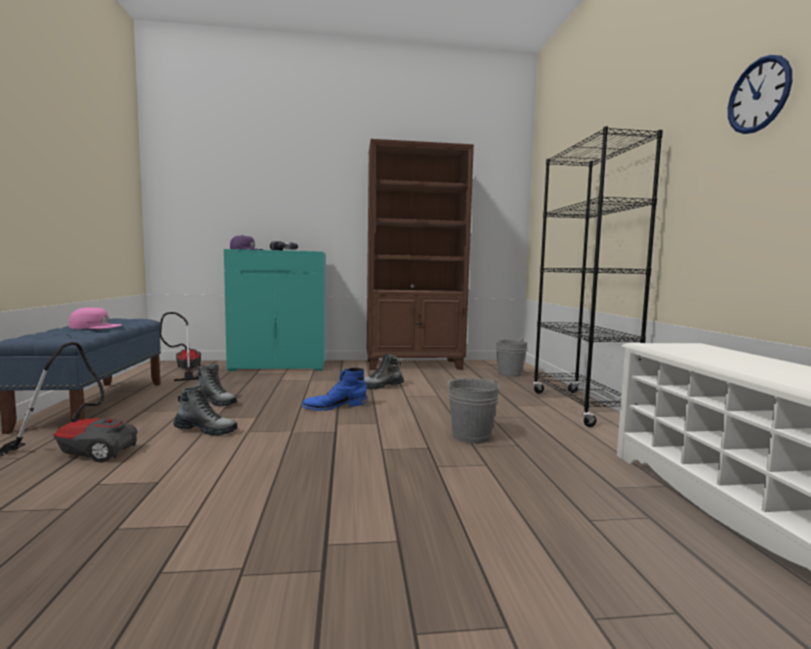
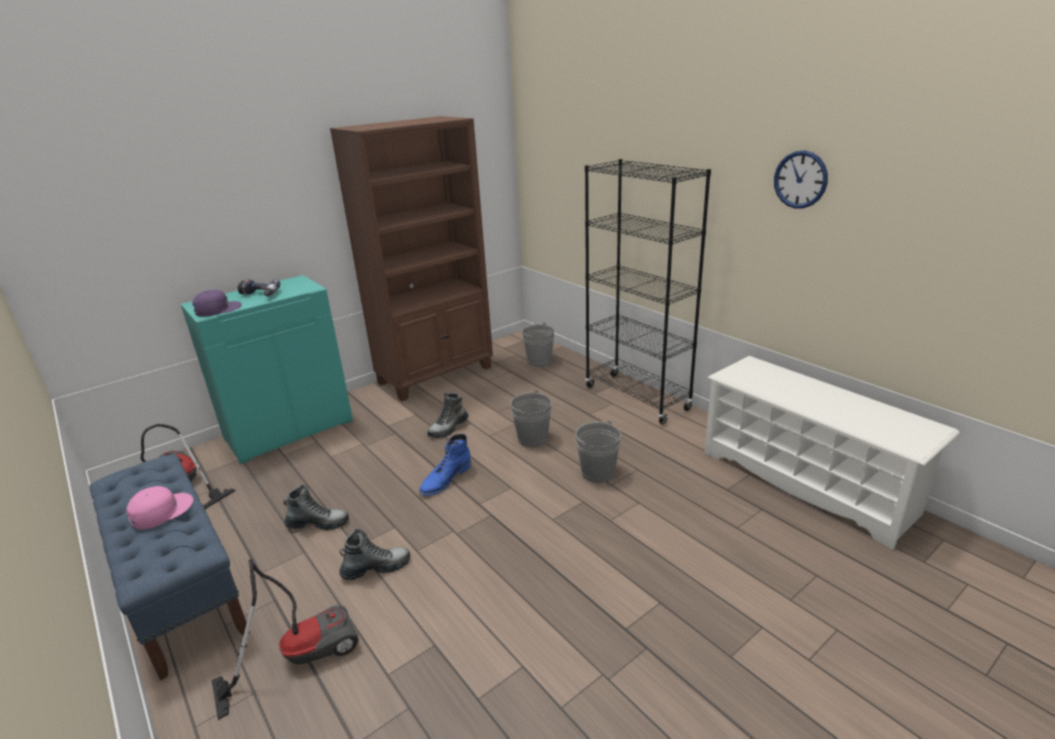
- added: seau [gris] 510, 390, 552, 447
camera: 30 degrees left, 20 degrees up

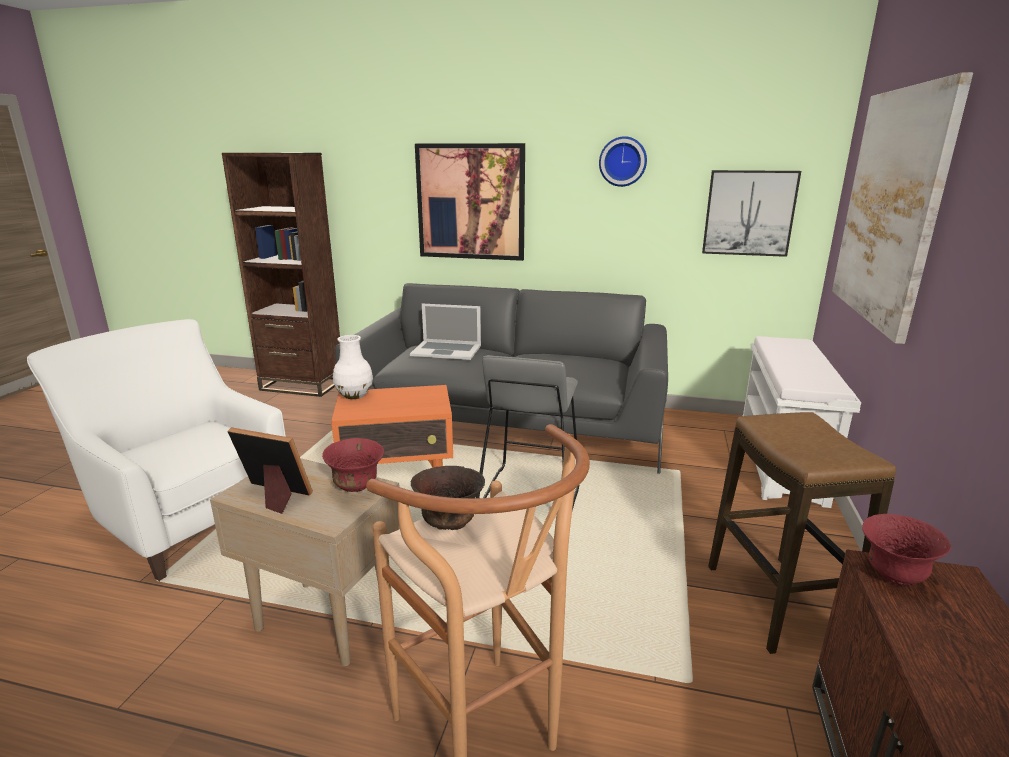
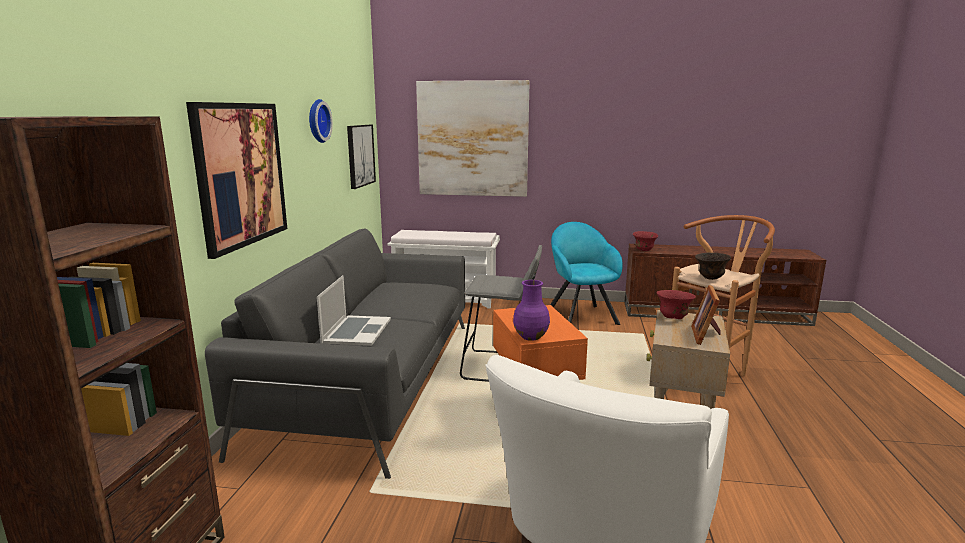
- recoloured: vase [blanc] 333, 335, 373, 399 to vase [violet] 513, 280, 550, 341
- replaced: tabouret 708, 412, 896, 654 to fauteuil [turquoise] 550, 222, 623, 325
camera: 95 degrees left, 5 degrees down

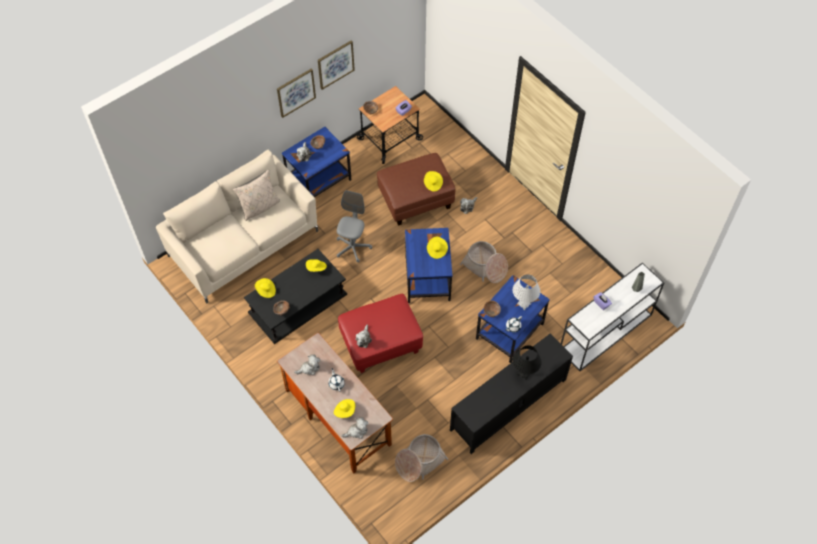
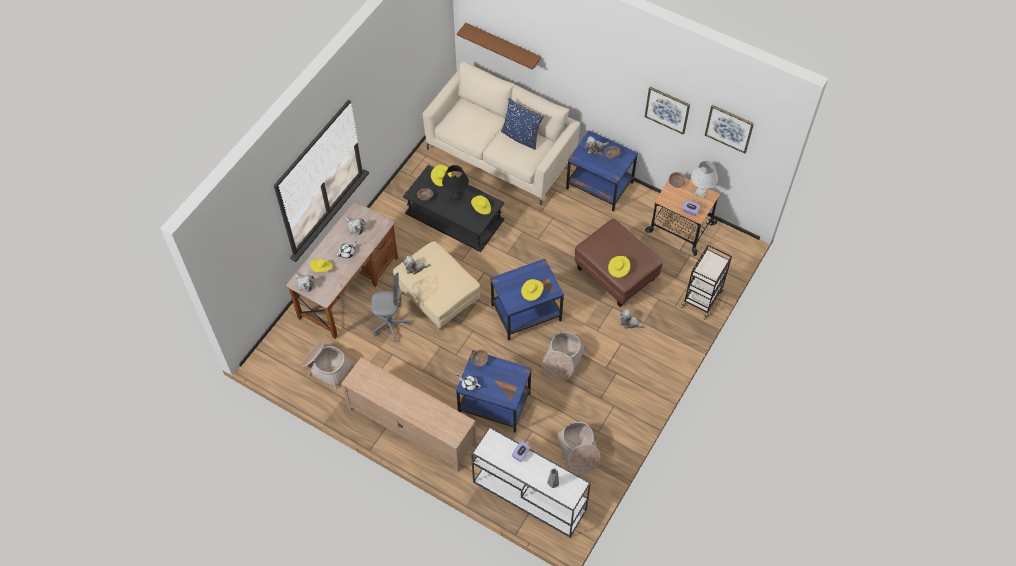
- recoloured: coussin [beige] 233, 169, 280, 221 to coussin [bleu] 501, 98, 544, 150
- moved: tableau 277, 69, 316, 118 to 705, 105, 754, 153
- moved: chaise de bureau [gris] 337, 190, 372, 263 to 371, 273, 412, 342
- recoloured: pouf [rouge] 338, 294, 423, 373 to pouf [beige] 393, 241, 481, 330
- recoloured: meuble télé [noir] 450, 334, 573, 454 to meuble télé [beige] 341, 357, 477, 472
- moved: lampe de table [noir] 512, 345, 542, 380 to 442, 165, 469, 201
- moved: lampe de table [blanc] 513, 274, 540, 310 to 691, 161, 718, 198
- added: étagère [marron] 457, 23, 541, 70
- added: panier 555, 422, 601, 474
- added: chariot [noir] 681, 245, 732, 319
camera: 70 degrees right, 0 degrees up

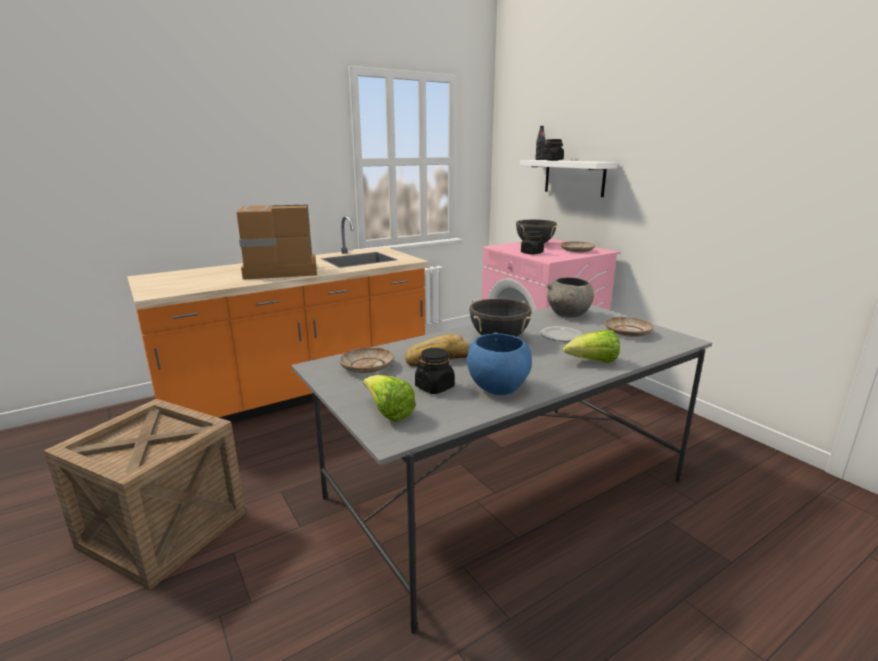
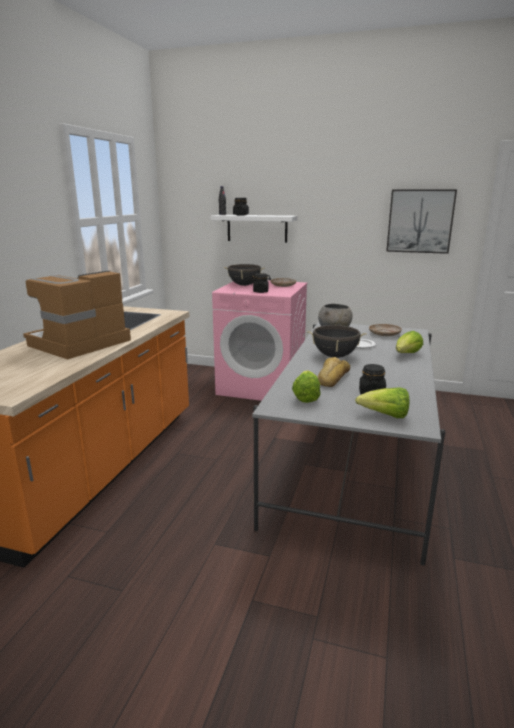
- removed: caisse 44, 399, 246, 590
- replaced: assiette [beige] 339, 347, 394, 373 to laitue 292, 370, 321, 403
- removed: bol [bleu] 467, 332, 532, 395
- added: tableau 386, 190, 457, 254
camera: 40 degrees left, 0 degrees up

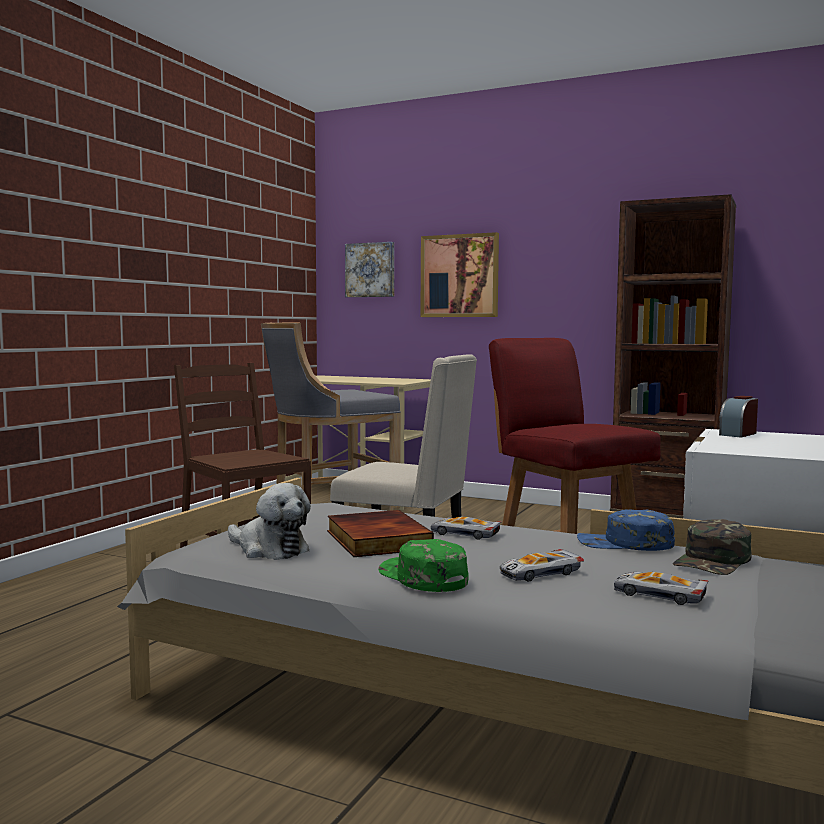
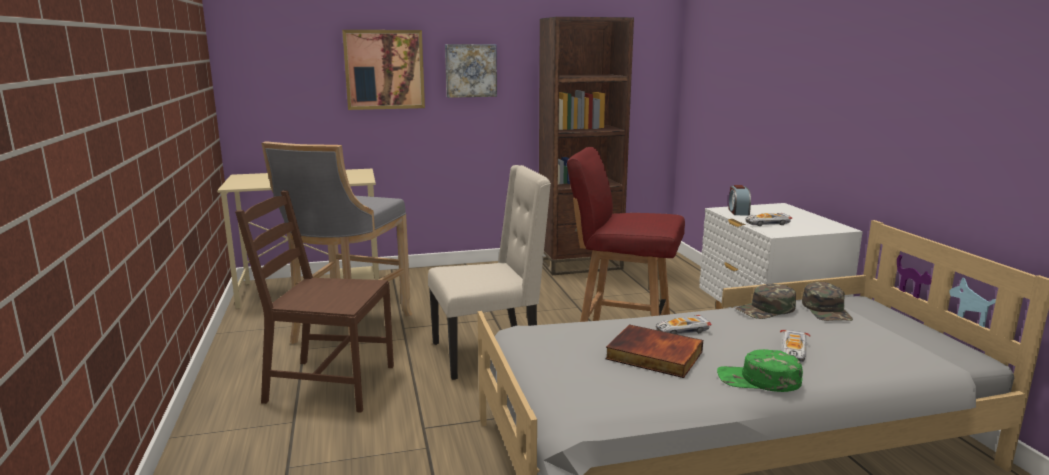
- removed: peluche 228, 483, 311, 560
- moved: tableau 345, 242, 394, 297 to 445, 44, 497, 98
- recoloured: casquette [bleu] 577, 509, 675, 551 to casquette [vert] 736, 284, 796, 319
- moved: petite voiture 614, 572, 709, 605 to 745, 213, 792, 226
camera: 40 degrees left, 10 degrees up

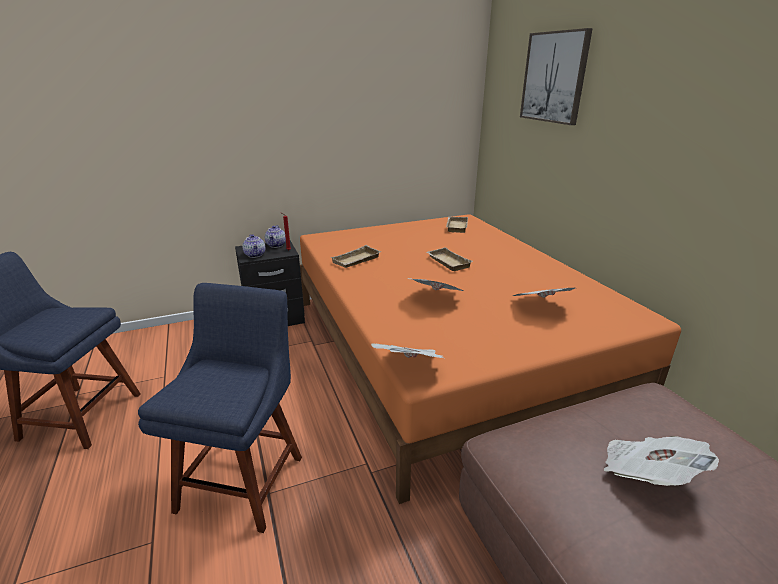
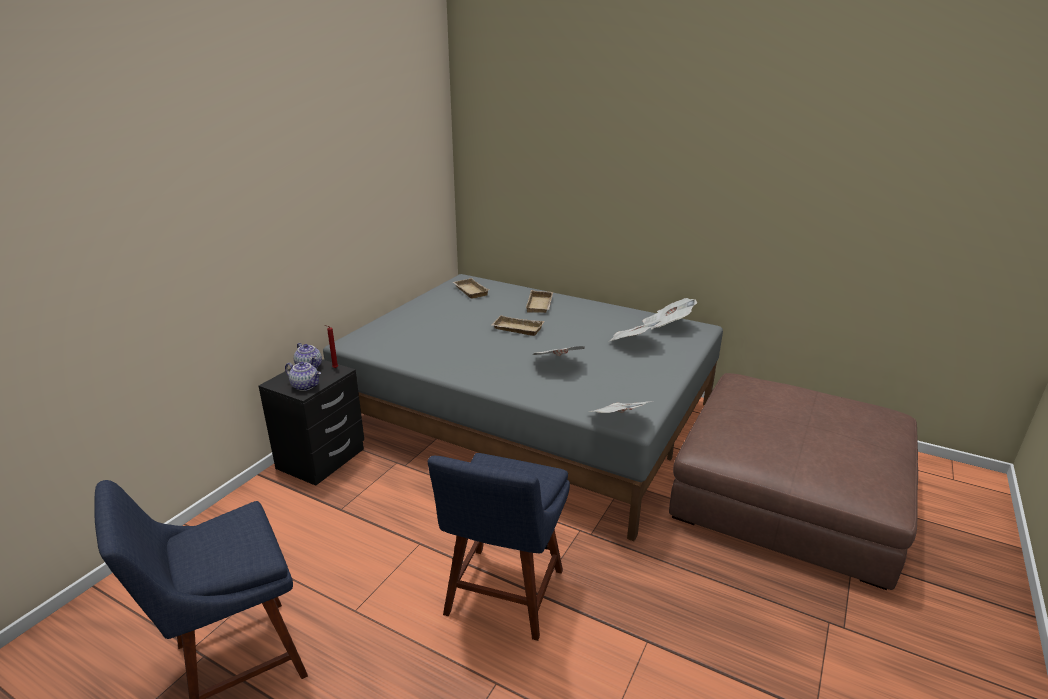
- turned: chaise [bleu] 138, 283, 302, 533 = 428, 453, 570, 641 135 degrees counterclockwise
- recoloured: lit [orange] 300, 214, 681, 504 to lit [gris] 323, 274, 723, 541
- moved: plateau [beige] 331, 245, 381, 268 to 526, 290, 553, 313
- removed: tableau 520, 28, 593, 125
- moved: journal 604, 436, 719, 486 to 643, 298, 697, 329
camera: 40 degrees left, 0 degrees up

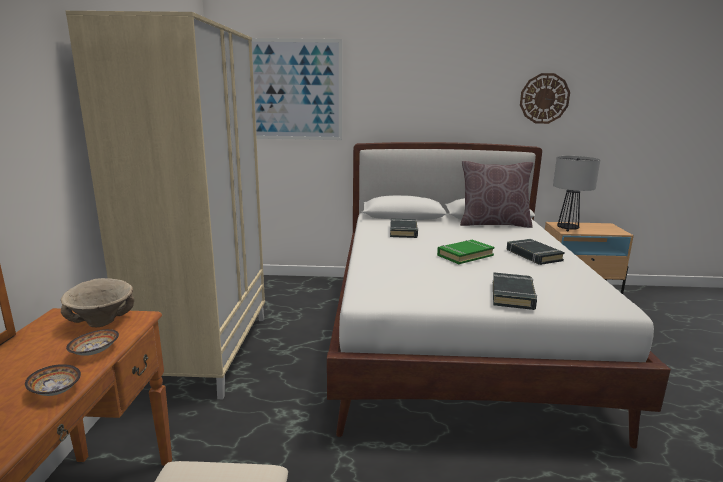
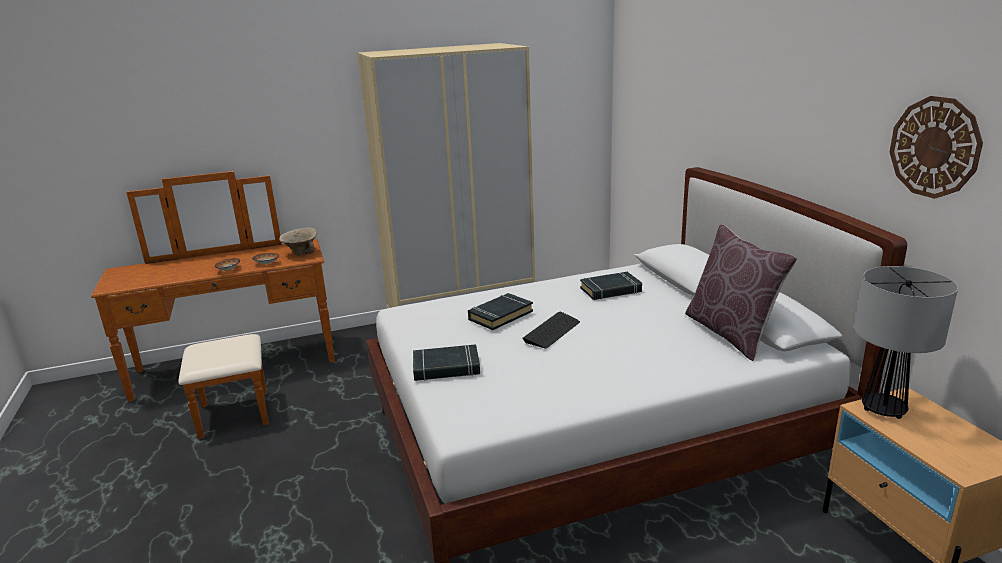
- removed: tableau 252, 38, 342, 140
- replaced: livre [vert] 437, 240, 494, 264 to clavier 522, 311, 580, 349
- moved: livre [noir] 506, 239, 565, 265 to 468, 293, 533, 330
camera: 70 degrees right, 5 degrees up

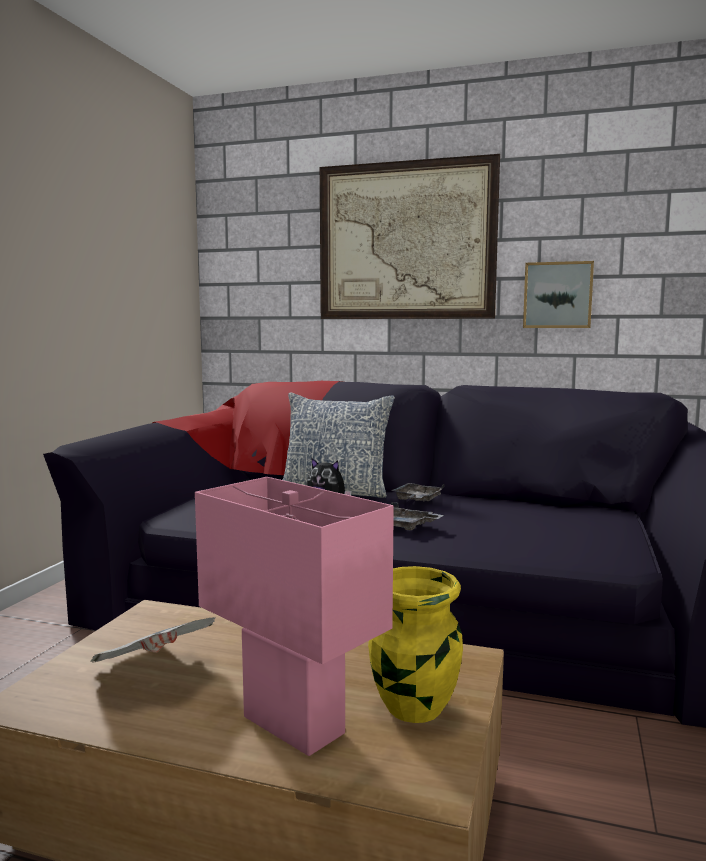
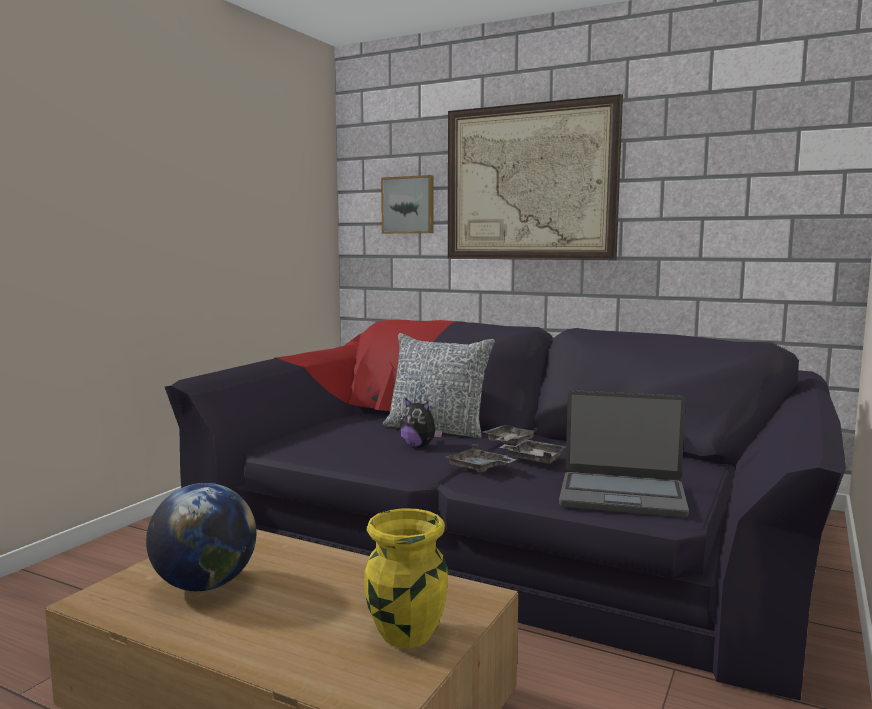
- replaced: journal 91, 617, 215, 663 to globe 146, 483, 256, 591
- removed: lampe de table [rose] 195, 477, 394, 756
- moved: tableau 523, 261, 594, 328 to 381, 175, 433, 234
- added: plateau [gris] 499, 439, 566, 464
- added: ordinateur portable 559, 390, 689, 517
camera: 10 degrees right, 0 degrees up

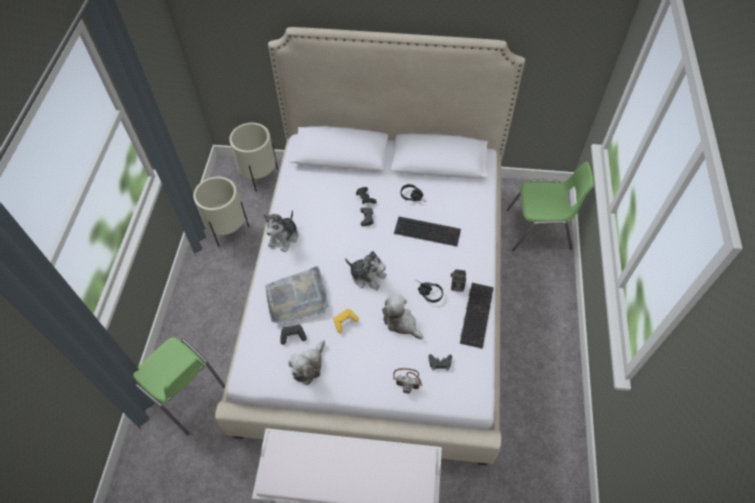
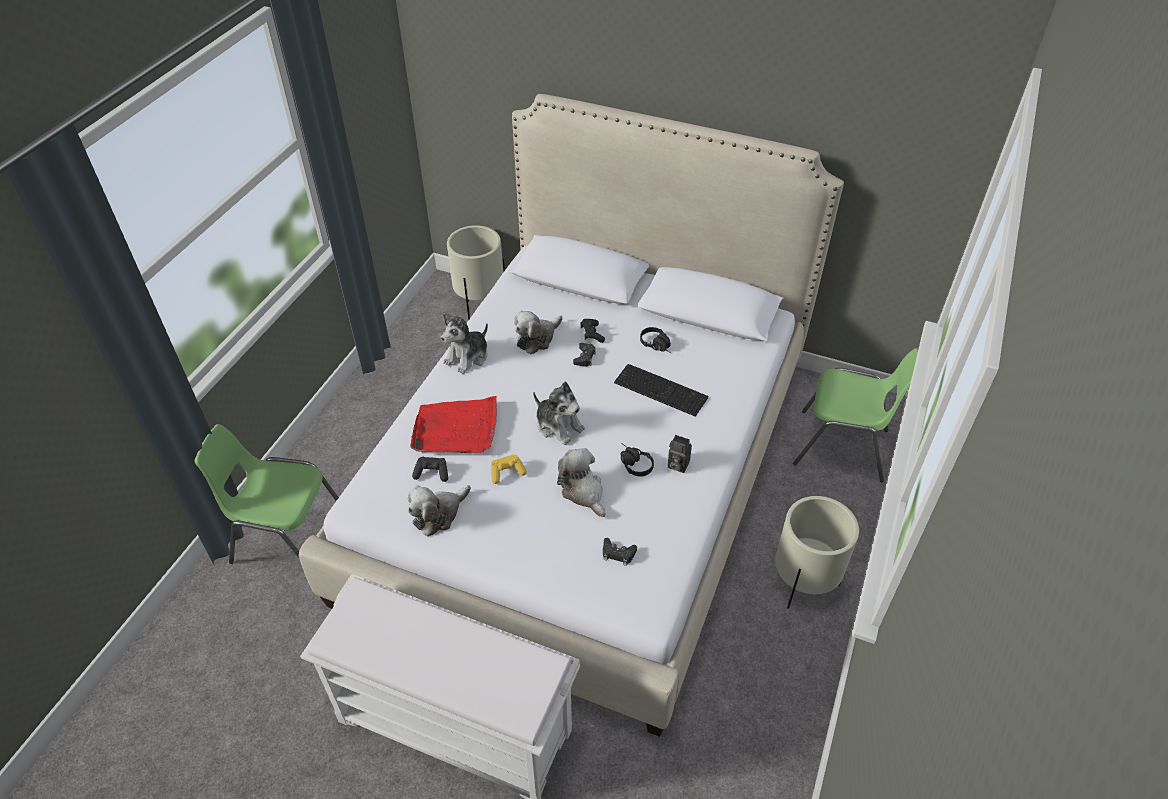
- turned: chaise [vert] 133, 337, 225, 435 = 195, 424, 339, 564 135 degrees clockwise
- moved: cache-pot [beige] 193, 177, 249, 247 to 775, 496, 859, 609
- recoloured: plateau [gris] 265, 266, 328, 323 to plateau [rouge] 410, 396, 497, 453
- removed: appareil photo 393, 368, 422, 394
- removed: clavier 460, 283, 494, 349
- added: peluche 514, 311, 562, 354
camera: 15 degrees right, 10 degrees down

